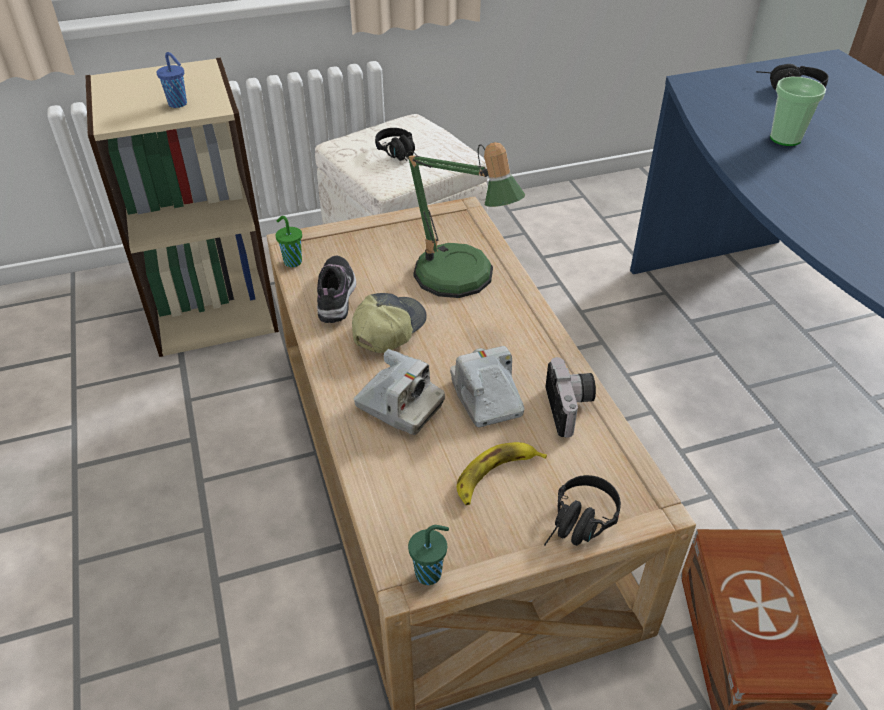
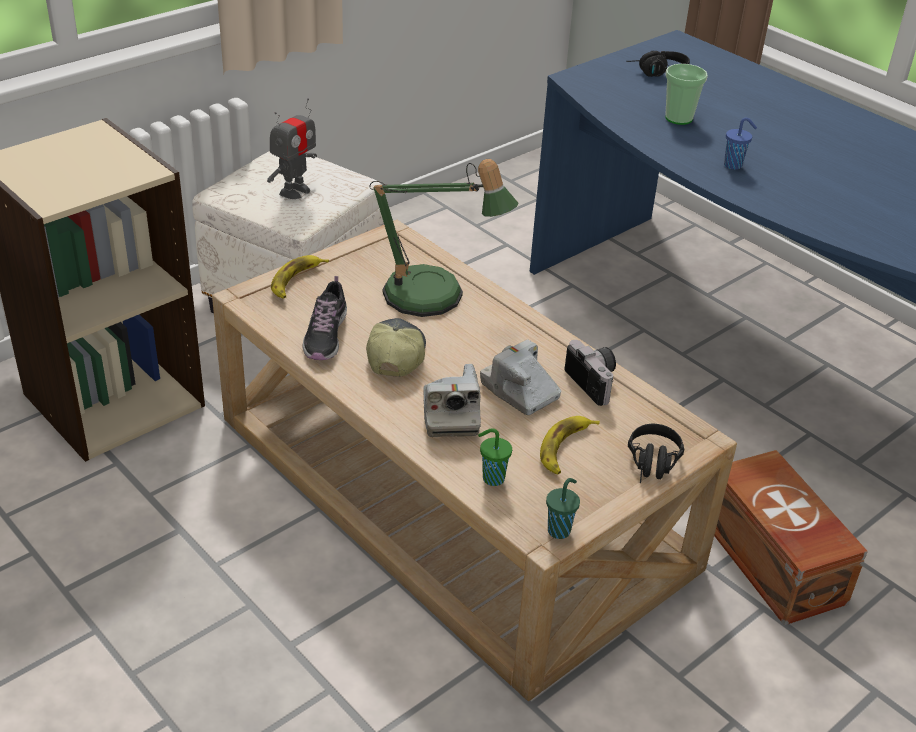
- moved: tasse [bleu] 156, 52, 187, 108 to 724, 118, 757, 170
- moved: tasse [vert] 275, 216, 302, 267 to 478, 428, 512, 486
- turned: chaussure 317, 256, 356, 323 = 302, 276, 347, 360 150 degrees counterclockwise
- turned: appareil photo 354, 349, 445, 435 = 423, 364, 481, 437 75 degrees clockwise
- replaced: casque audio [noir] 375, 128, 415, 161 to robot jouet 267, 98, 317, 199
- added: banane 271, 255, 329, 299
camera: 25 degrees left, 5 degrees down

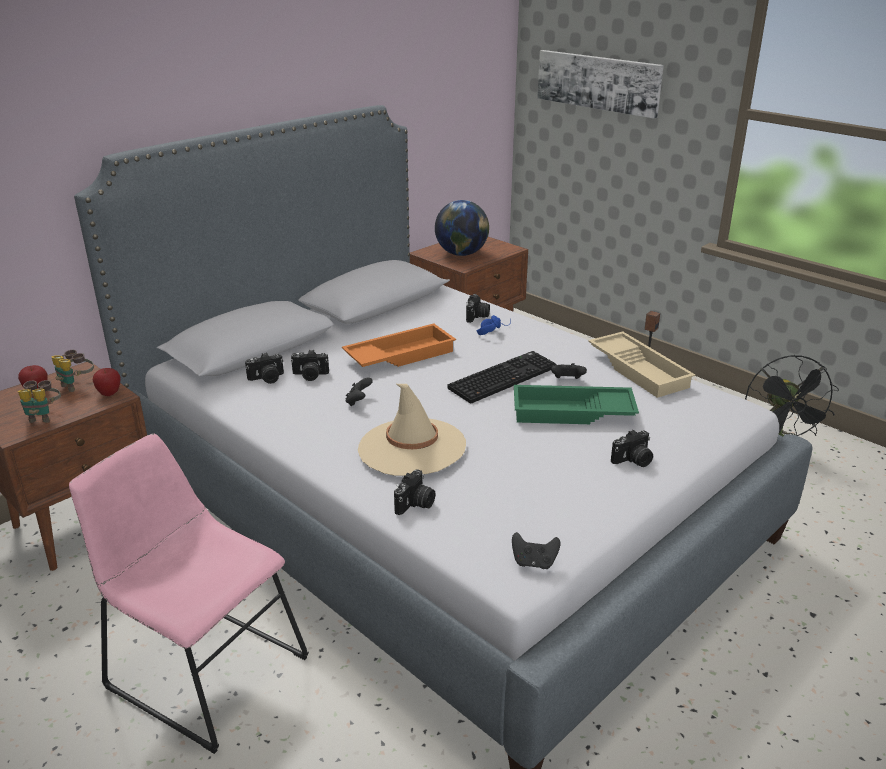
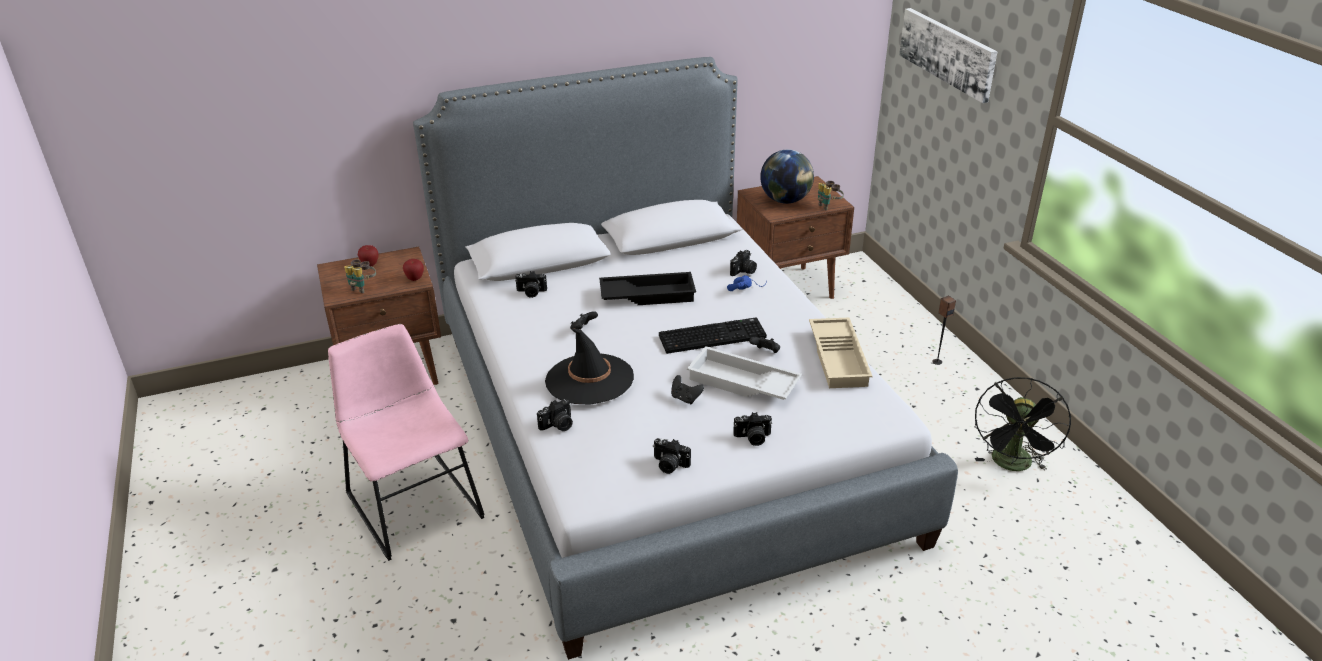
- moved: jumelles 52, 350, 94, 392 to 818, 181, 844, 210
- moved: appareil photo 291, 350, 329, 381 to 653, 438, 691, 474
- recoloured: plateau [orange] 342, 324, 456, 367 to plateau [noir] 599, 272, 696, 305
- recoloured: chapeau [beige] 358, 384, 466, 476 to chapeau [noir] 545, 328, 634, 405
- moved: manette [noir] 512, 532, 560, 569 to 671, 375, 704, 404
- recoloured: plateau [vert] 514, 385, 639, 424 to plateau [blanc] 687, 346, 802, 400
camera: 25 degrees right, 5 degrees up

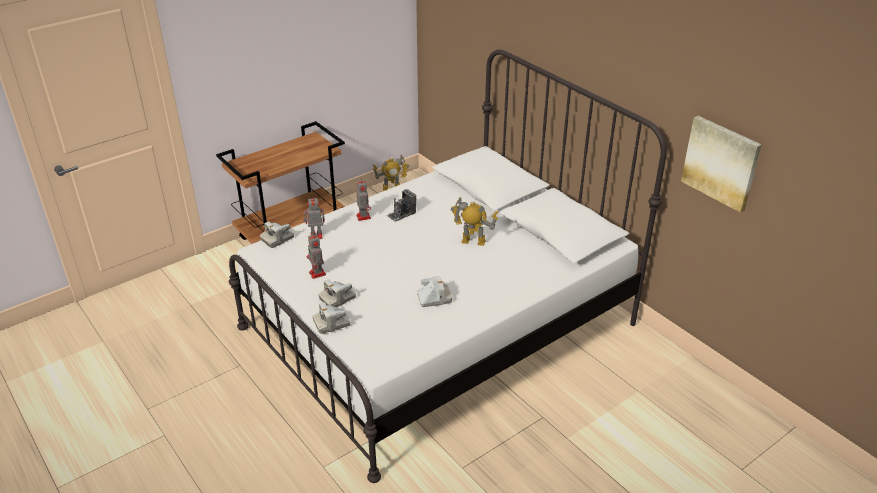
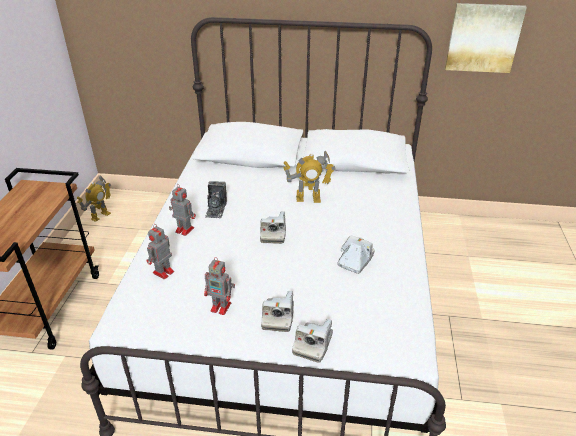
- moved: appareil photo 260, 221, 294, 248 to 260, 211, 286, 244
- turned: robot jouet 451, 197, 499, 246 = 283, 150, 336, 203 150 degrees counterclockwise
camera: 45 degrees left, 0 degrees up

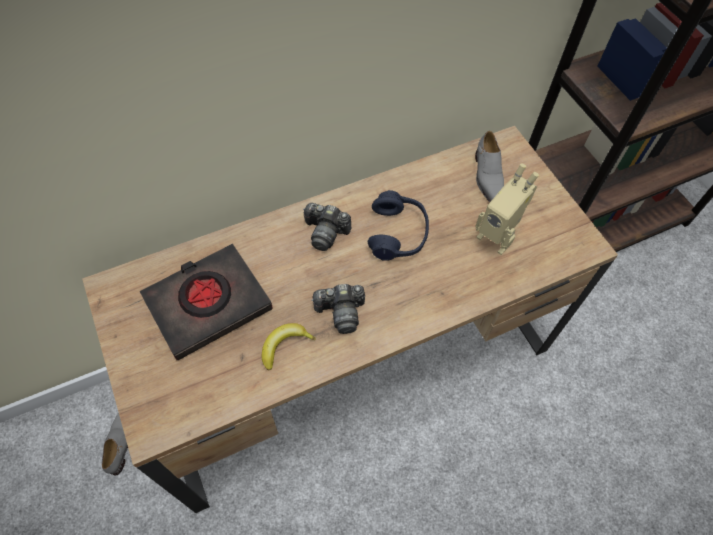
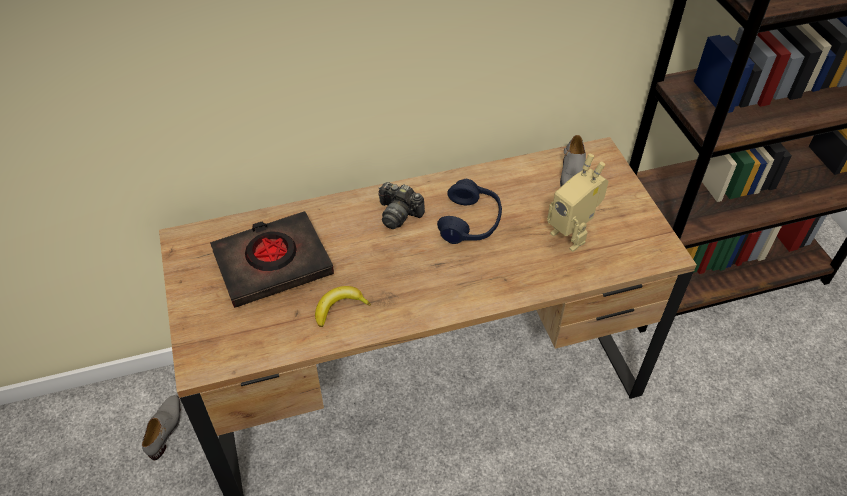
- removed: appareil photo 311, 284, 365, 334
camera: 10 degrees right, 10 degrees down

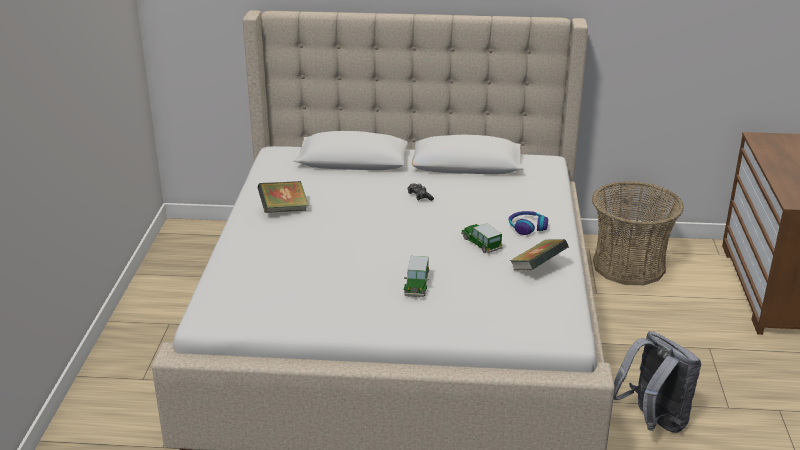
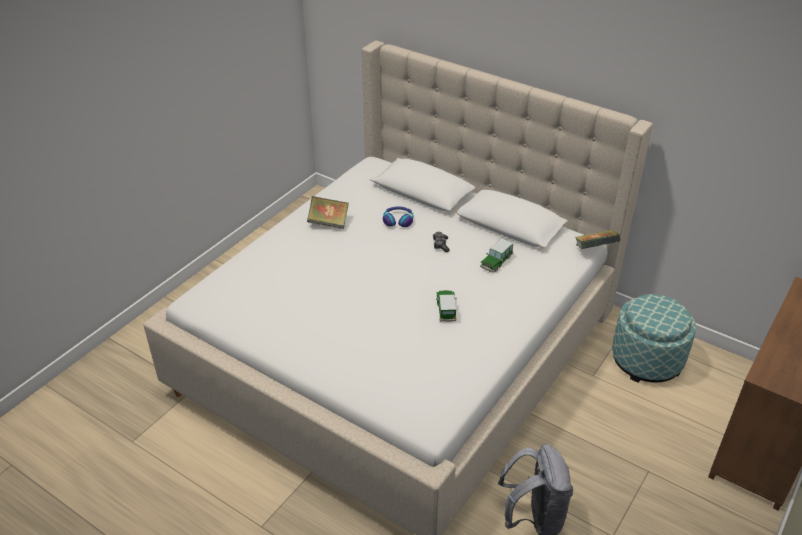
- moved: petite voiture 404, 256, 429, 298 to 480, 238, 513, 273
- moved: casque audio 508, 211, 548, 235 to 383, 207, 414, 227
- moved: livre 509, 239, 569, 270 to 575, 230, 620, 249
- replaced: panier 592, 181, 684, 285 to pouf 612, 294, 696, 383
camera: 30 degrees right, 10 degrees up

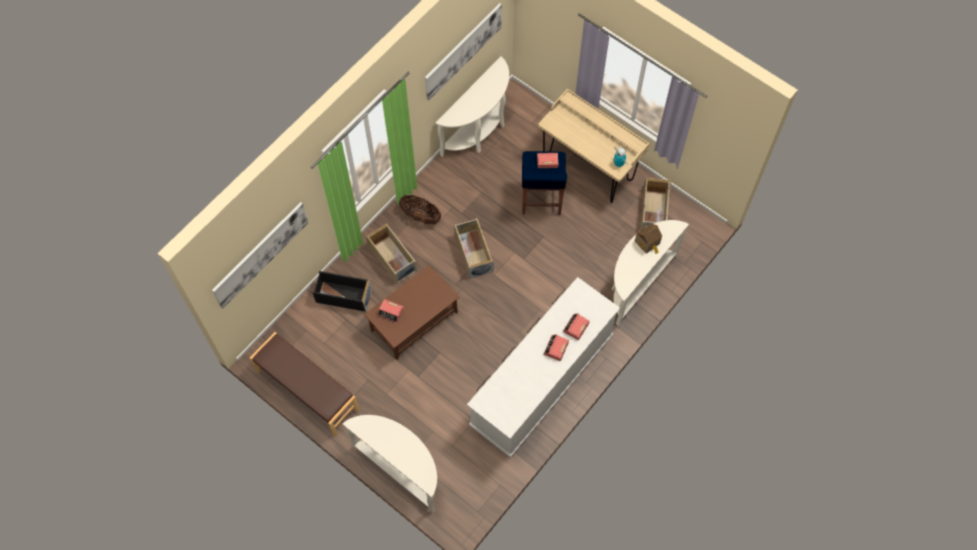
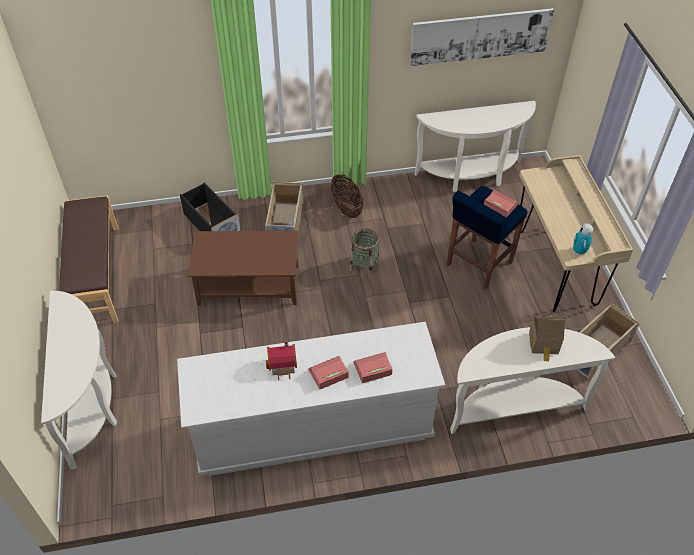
- removed: tableau 212, 202, 308, 309
- removed: réveil 377, 299, 404, 323
- replaced: boîte de rangement [beige] 454, 218, 494, 279 to panier 349, 229, 379, 278
- added: maison miniature 266, 342, 297, 380
camera: 40 degrees right, 15 degrees down

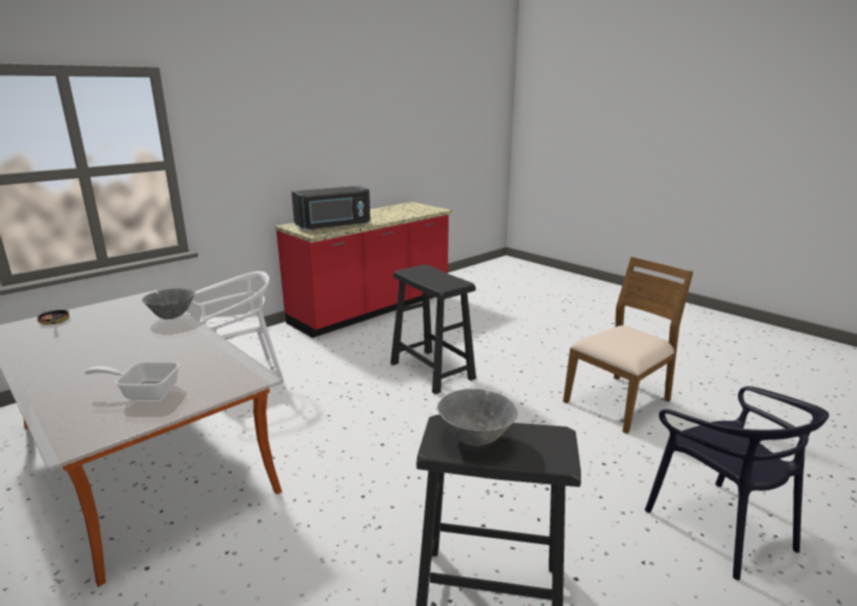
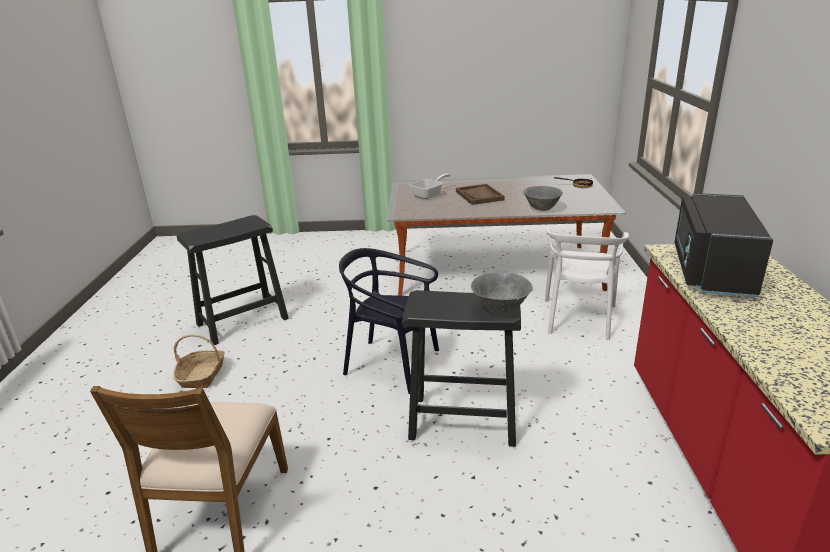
- moved: bol [gris] 437, 389, 518, 446 to 471, 273, 533, 314
- moved: chaise [noir] 645, 386, 829, 580 to 339, 248, 439, 394
- added: panier 173, 335, 225, 388
- added: plateau [marron] 456, 184, 505, 205
camera: 135 degrees right, 5 degrees up

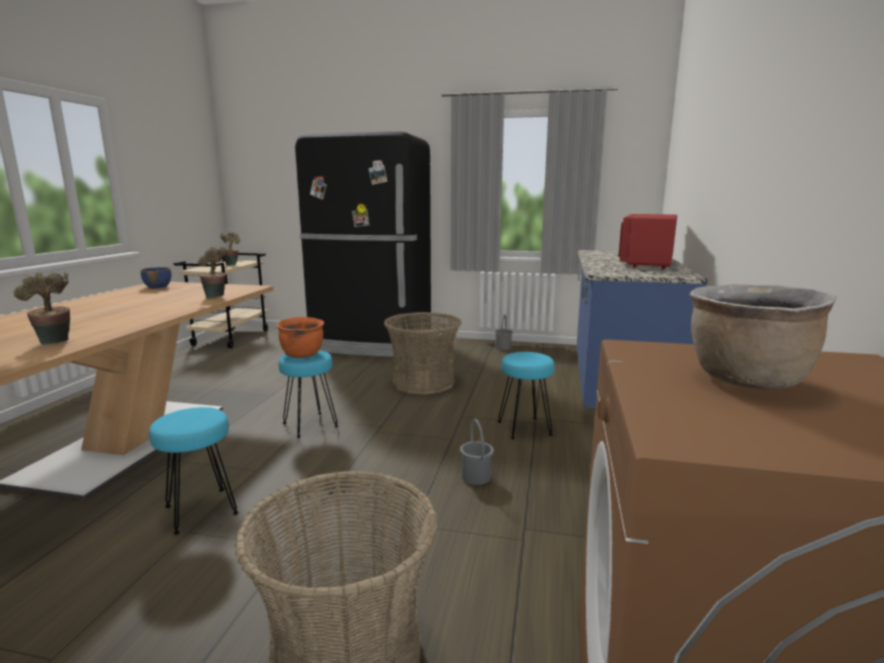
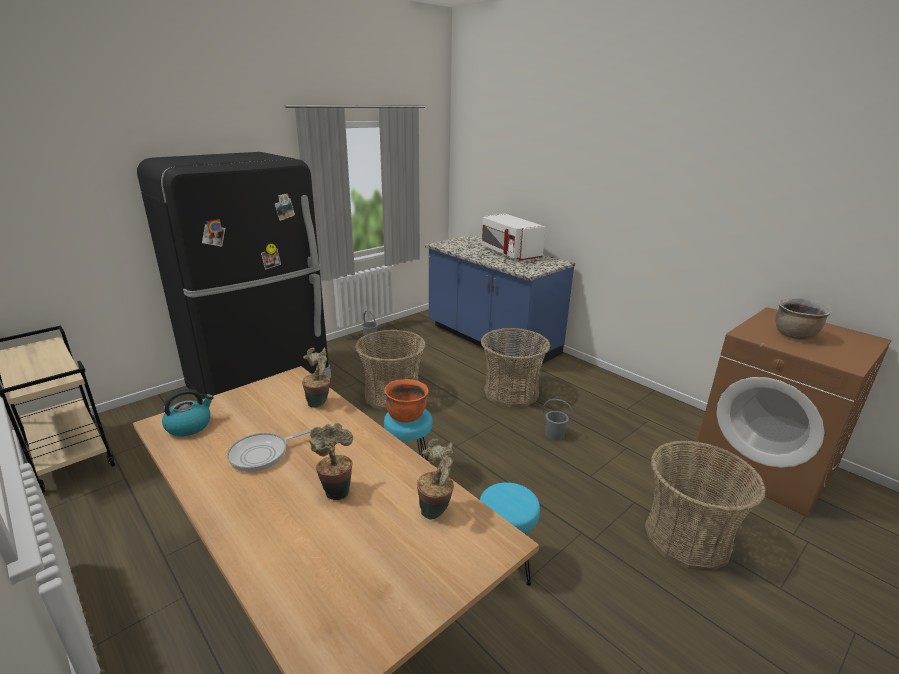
- replaced: bol [bleu] 141, 267, 172, 288 to bouilloire 162, 389, 214, 436
- moved: plante en pot 220, 232, 240, 266 to 309, 423, 353, 500
- replaced: tabouret [turquoise] 498, 352, 555, 439 to panier 481, 328, 551, 407
- recoloured: micro-ondes [rouge] 619, 214, 677, 269 to micro-ondes [blanc] 482, 214, 546, 261
- added: poêle 227, 428, 312, 472
camera: 55 degrees left, 10 degrees up

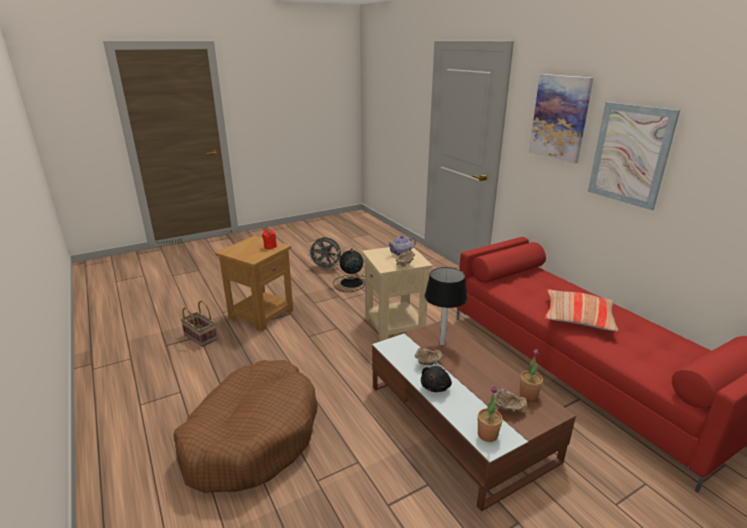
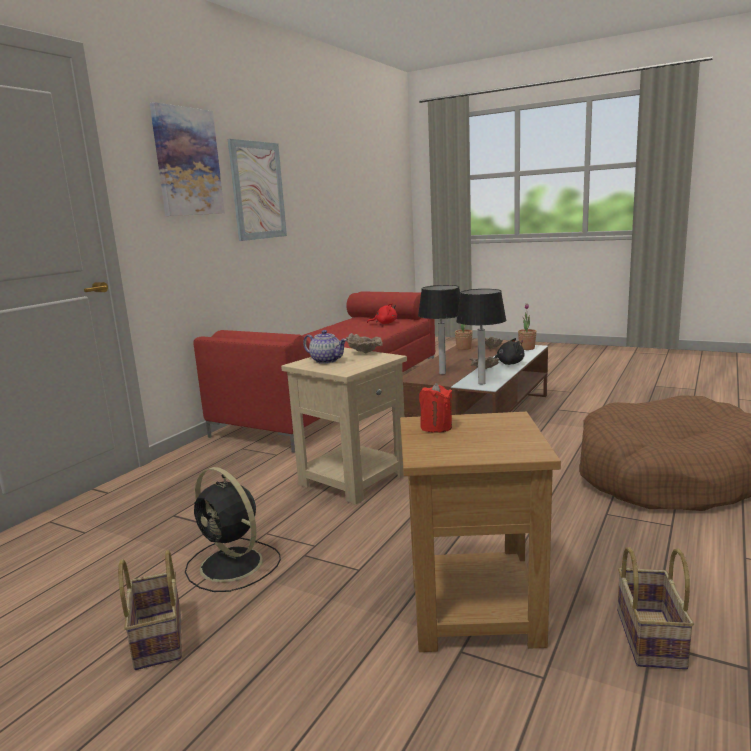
- replaced: ventilateur [gris] 308, 237, 341, 270 to panier 118, 550, 182, 670
- removed: coussin 545, 289, 618, 331
- added: peluche [rouge] 367, 303, 397, 324
- added: lampe de table 456, 289, 506, 384
camera: 120 degrees left, 10 degrees down

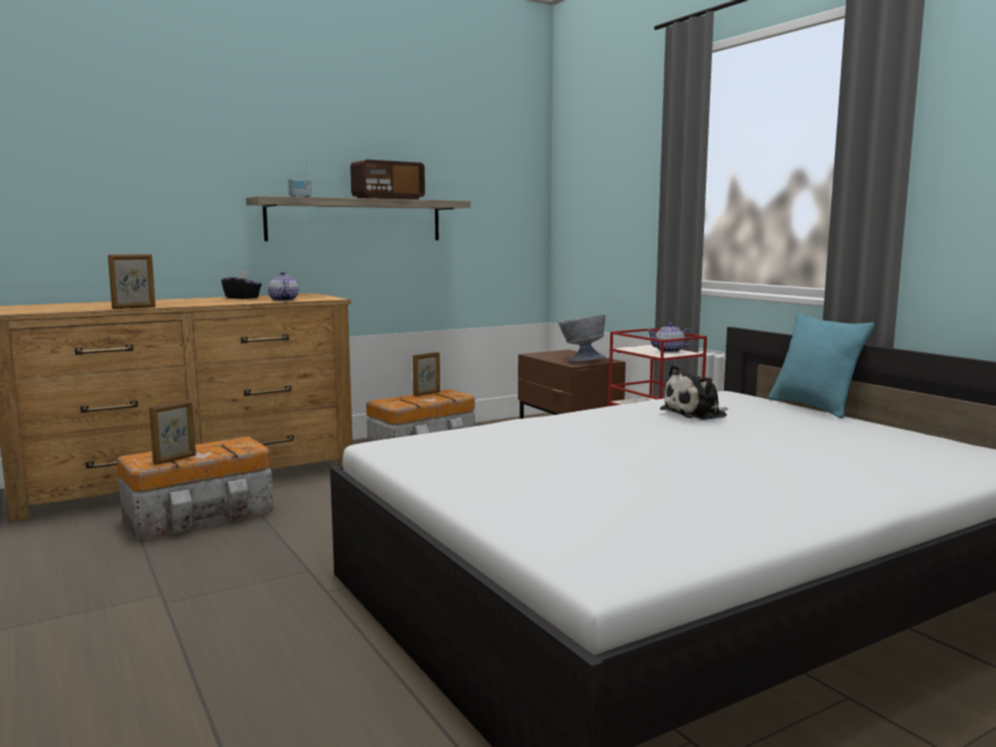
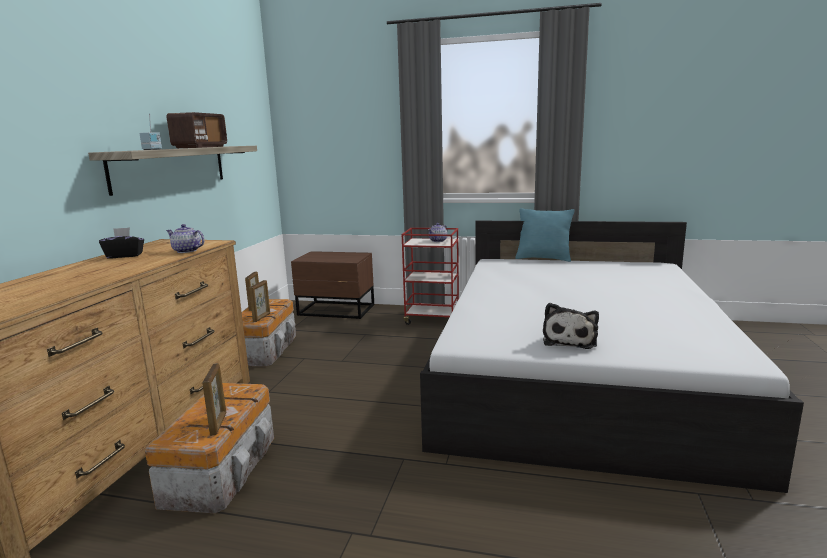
- moved: cadre photo 108, 254, 156, 309 to 249, 280, 270, 322
- removed: bol [gris] 558, 314, 605, 362
- moved: peluche 660, 364, 728, 420 to 543, 303, 599, 349
camera: 45 degrees left, 5 degrees up

